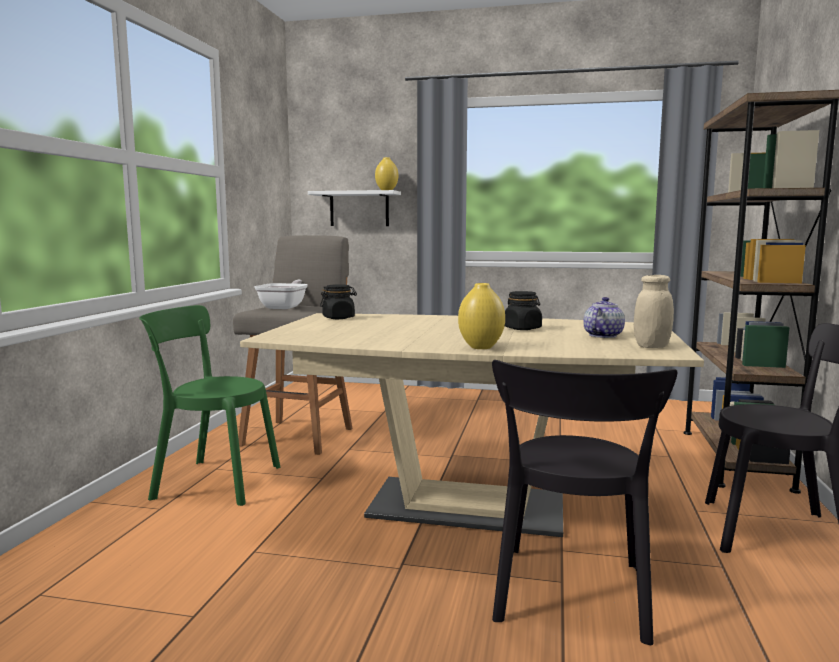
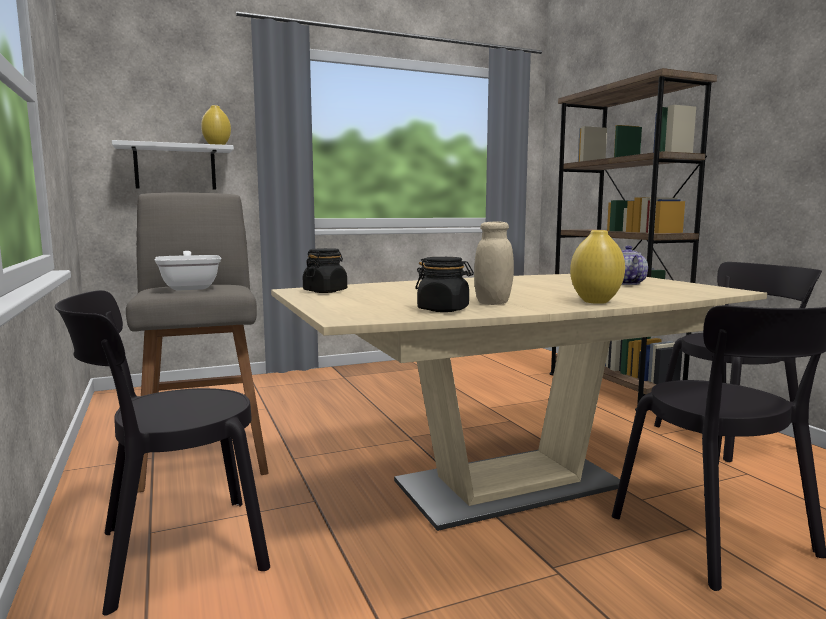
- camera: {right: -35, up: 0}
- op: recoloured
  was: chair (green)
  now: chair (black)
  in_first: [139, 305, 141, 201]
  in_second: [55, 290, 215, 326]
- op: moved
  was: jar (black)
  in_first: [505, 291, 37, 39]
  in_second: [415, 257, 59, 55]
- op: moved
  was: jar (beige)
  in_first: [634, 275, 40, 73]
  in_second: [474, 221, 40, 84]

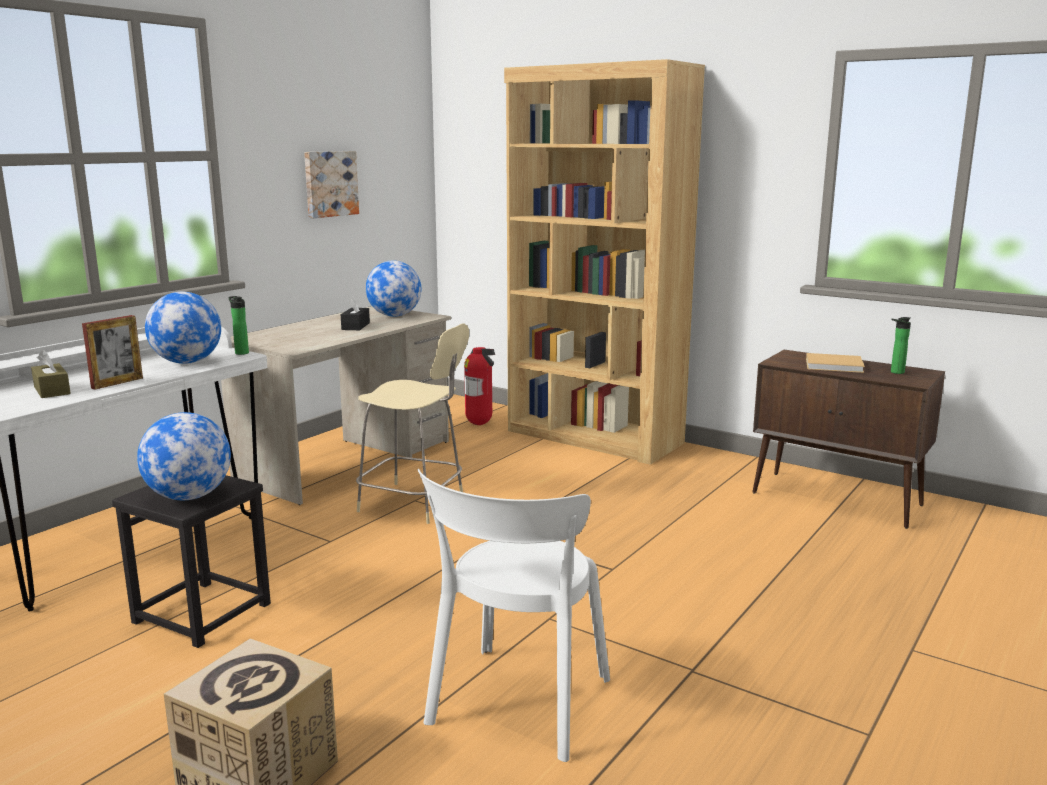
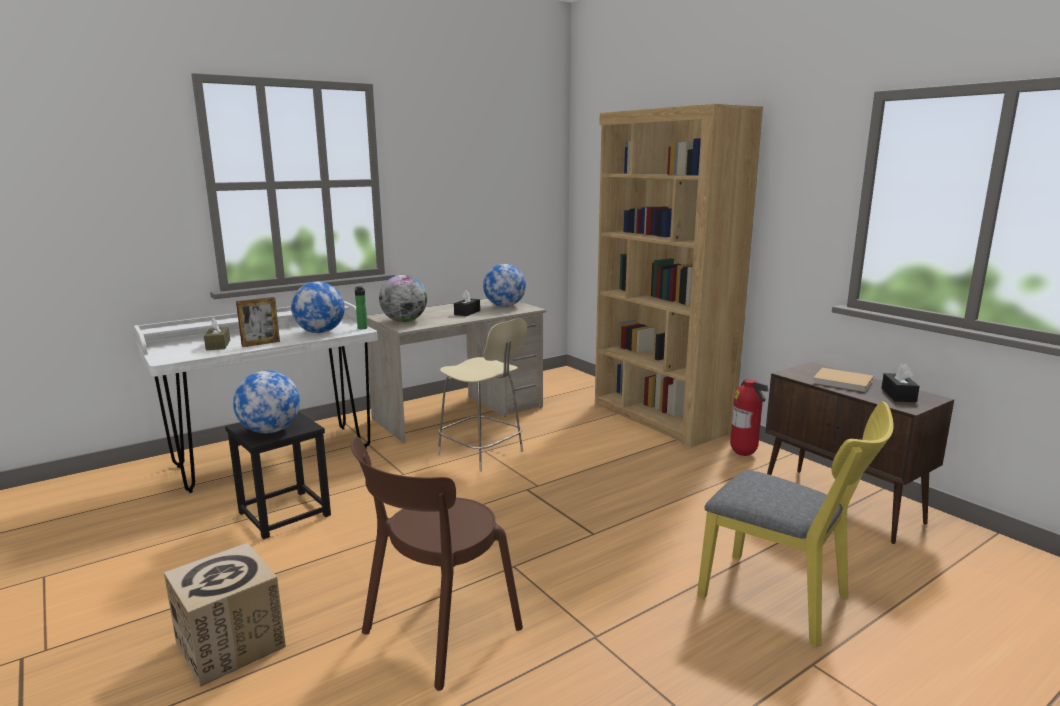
- camera: {right: 20, up: 0}
- op: recoloured
  was: chair (white)
  now: chair (brown)
  in_first: [417, 469, 193, 293]
  in_second: [351, 436, 172, 255]
- op: added
  now: globe
  in_second: [379, 275, 48, 47]
- op: added
  now: chair (yellow)
  in_second: [697, 401, 197, 247]
- op: moved
  was: fire extinguisher
  in_first: [464, 347, 31, 78]
  in_second: [730, 379, 38, 77]
- op: replaced
  was: bottle
  now: tissue box (black)
  in_first: [891, 317, 20, 57]
  in_second: [881, 364, 39, 38]
- op: removed
  was: picture
  in_first: [304, 151, 55, 67]

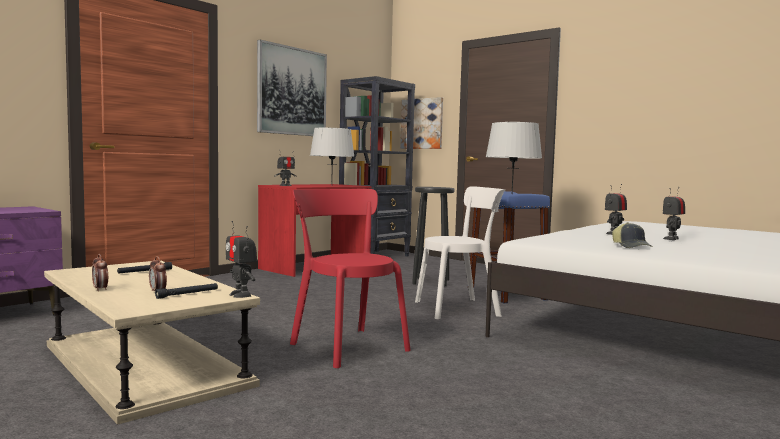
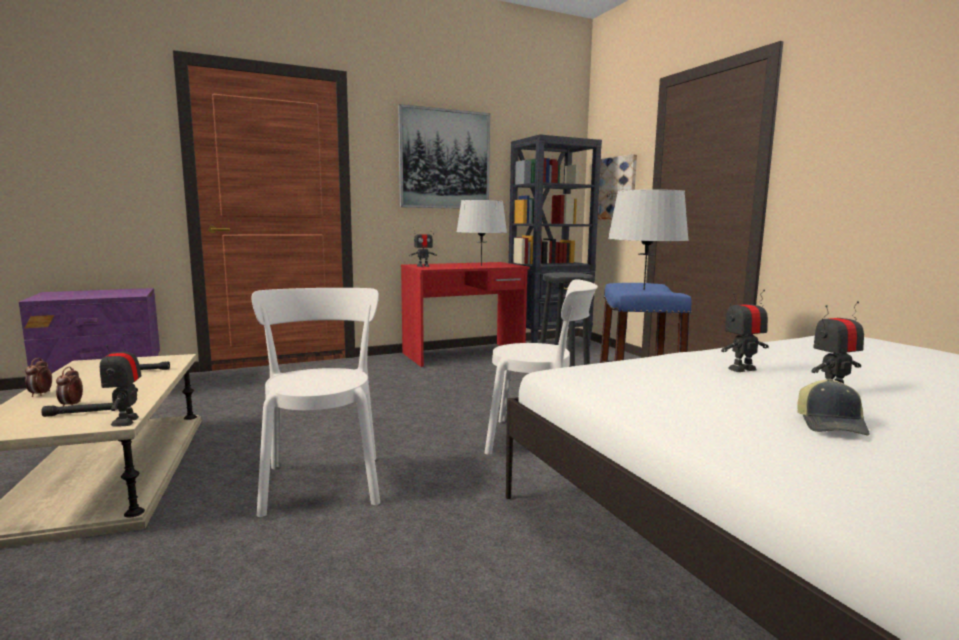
- camera: {right: 25, up: 5}
- op: recoloured
  was: chair (red)
  now: chair (white)
  in_first: [290, 189, 121, 179]
  in_second: [251, 288, 129, 229]
- op: moved
  was: cap
  in_first: [612, 222, 41, 26]
  in_second: [797, 379, 73, 56]

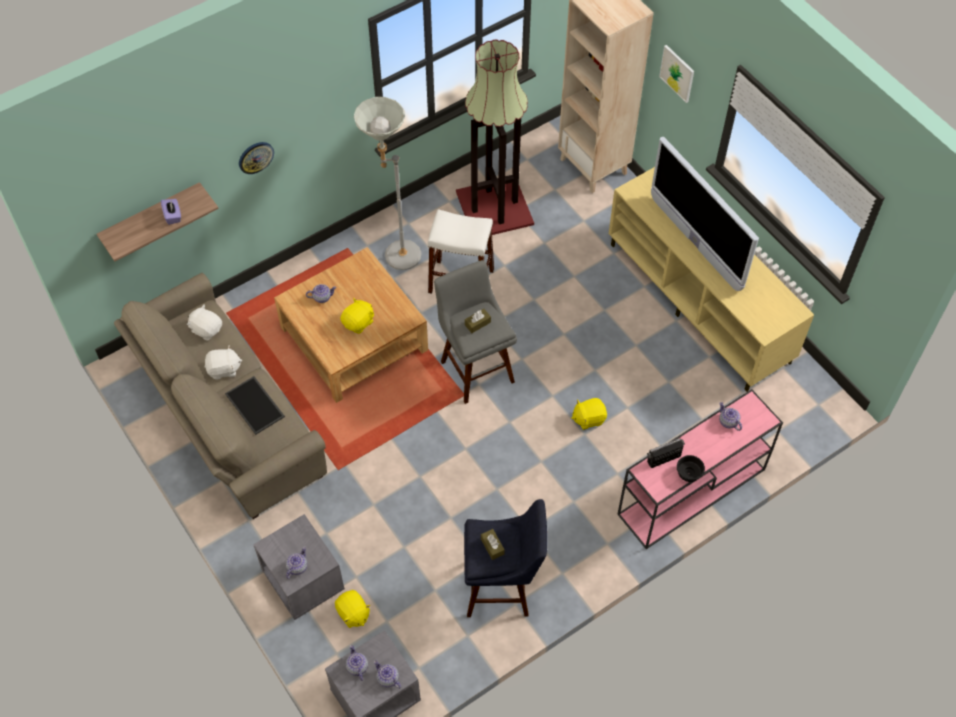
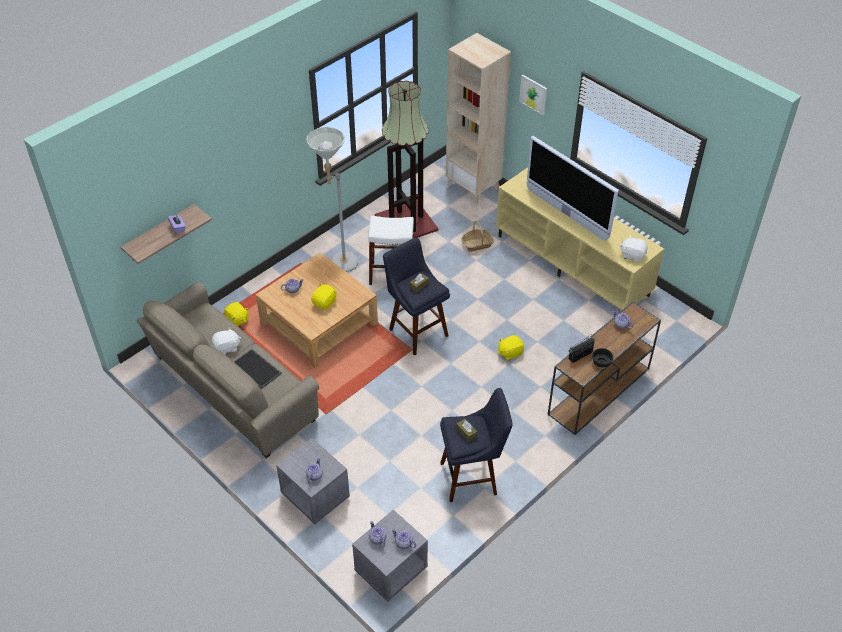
- camera: {right: -10, up: -10}
- op: moved
  was: plush toy (yellow)
  in_first: [335, 590, 35, 38]
  in_second: [224, 302, 25, 24]
- op: recoloured
  was: stool (grey)
  now: stool (blue)
  in_first: [434, 260, 83, 144]
  in_second: [383, 238, 67, 118]
- op: added
  now: basket
  in_second: [461, 221, 33, 31]
- op: recoloured
  was: console table (pink)
  now: console table (brown)
  in_first: [617, 389, 166, 160]
  in_second: [548, 302, 113, 133]
- op: moved
  was: plush toy (white)
  in_first: [187, 304, 35, 37]
  in_second: [619, 235, 28, 27]
- op: removed
  was: wall clock
  in_first: [239, 142, 35, 32]

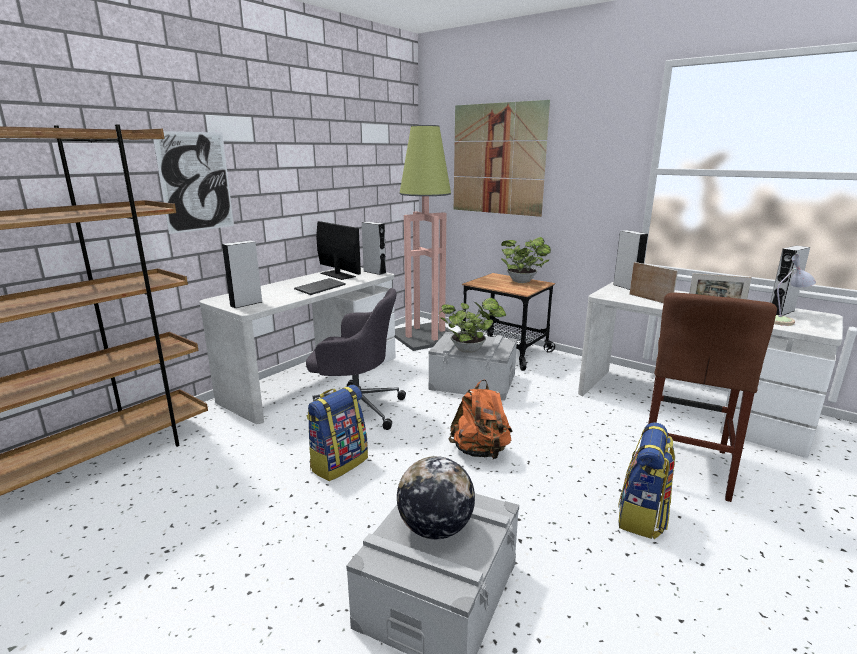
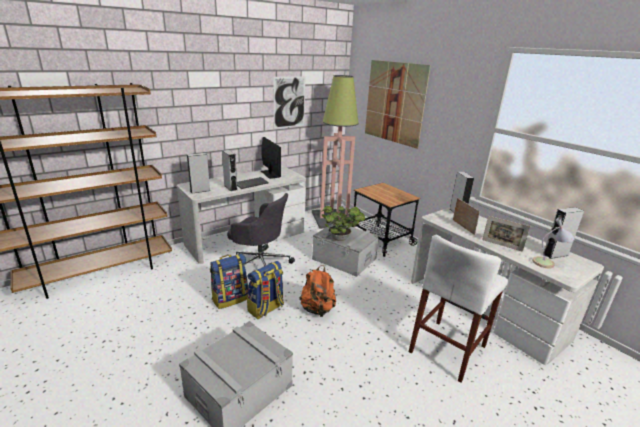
- camera: {right: 15, up: 5}
- op: moved
  was: speaker (grey)
  in_first: [362, 222, 24, 53]
  in_second: [222, 150, 15, 41]
- op: moved
  was: backpack
  in_first: [618, 422, 57, 117]
  in_second: [247, 261, 37, 58]
- op: moved
  was: picture
  in_first: [153, 131, 81, 103]
  in_second: [273, 76, 33, 52]
- op: recoloured
  was: stool (brown)
  now: stool (white)
  in_first: [648, 293, 129, 209]
  in_second: [409, 235, 99, 148]
- op: removed
  was: globe
  in_first: [397, 456, 78, 83]
- op: removed
  was: potted plant
  in_first: [501, 237, 50, 46]

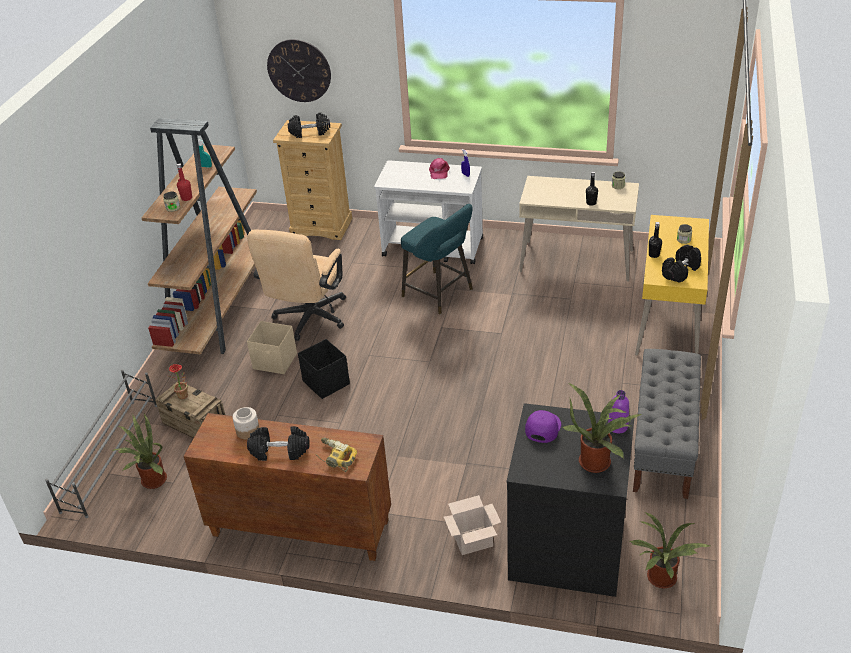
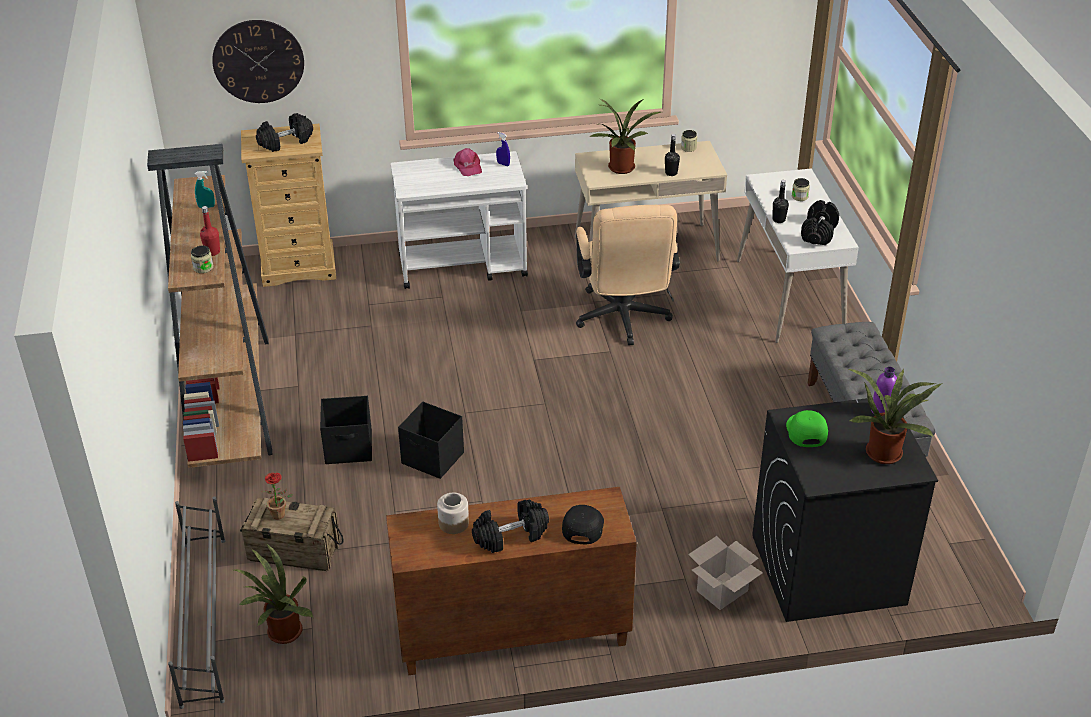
- camera: {right: -25, up: 0}
- op: recoloured
  was: storage box (beige)
  now: storage box (black)
  in_first: [247, 321, 50, 53]
  in_second: [320, 396, 52, 68]
- op: replaced
  was: power drill
  now: cap (black)
  in_first: [315, 437, 42, 35]
  in_second: [562, 505, 42, 39]
- op: moved
  was: office chair (beige)
  in_first: [247, 229, 99, 112]
  in_second: [576, 205, 104, 140]
- op: moved
  was: potted plant
  in_first: [629, 512, 83, 76]
  in_second: [589, 99, 72, 75]
- op: recoloured
  was: desk (yellow)
  now: desk (white)
  in_first: [635, 215, 74, 141]
  in_second: [737, 168, 122, 175]
- op: recoloured
  was: cap (purple)
  now: cap (green)
  in_first: [525, 410, 36, 33]
  in_second: [786, 410, 42, 37]
- op: removed
  was: stool (turquoise)
  in_first: [401, 204, 72, 111]

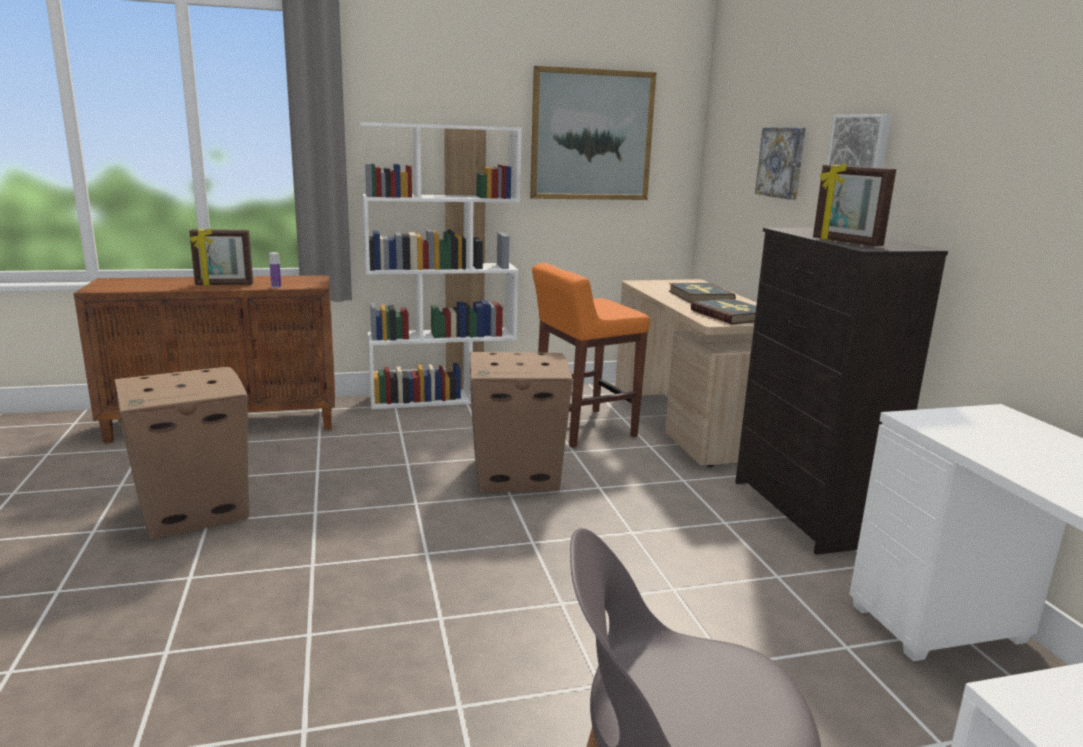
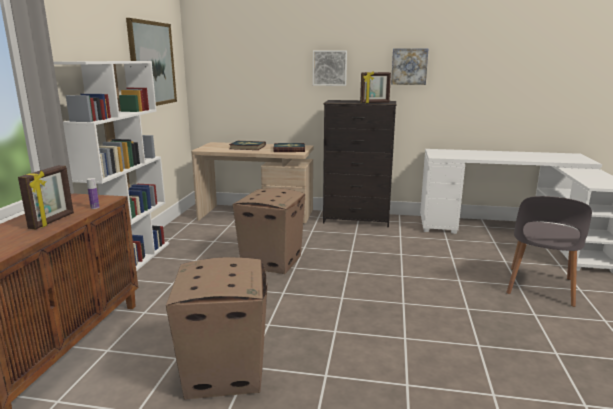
- camera: {right: -65, up: 0}
- op: moved
  was: picture
  in_first: [755, 128, 51, 72]
  in_second: [391, 48, 37, 37]
- op: removed
  was: stool (orange)
  in_first: [532, 263, 118, 185]

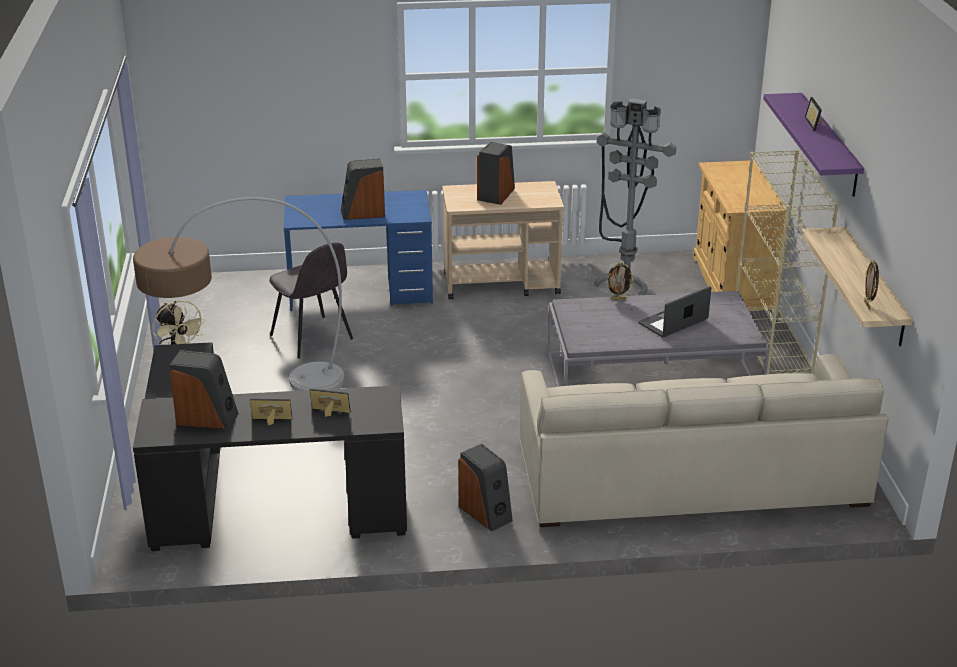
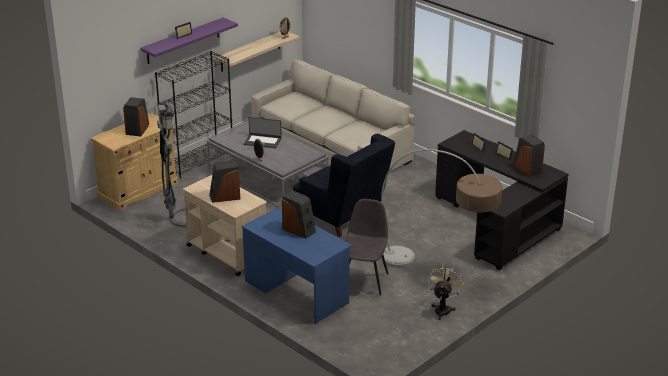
- camera: {right: -130, up: 0}
- op: moved
  was: speaker
  in_first: [458, 444, 55, 87]
  in_second: [123, 97, 26, 40]
- op: recoloured
  was: bookcase (beige)
  now: bookcase (black)
  in_first: [736, 150, 103, 225]
  in_second: [155, 51, 77, 128]
- op: added
  now: armchair (blue)
  in_second: [293, 134, 102, 103]

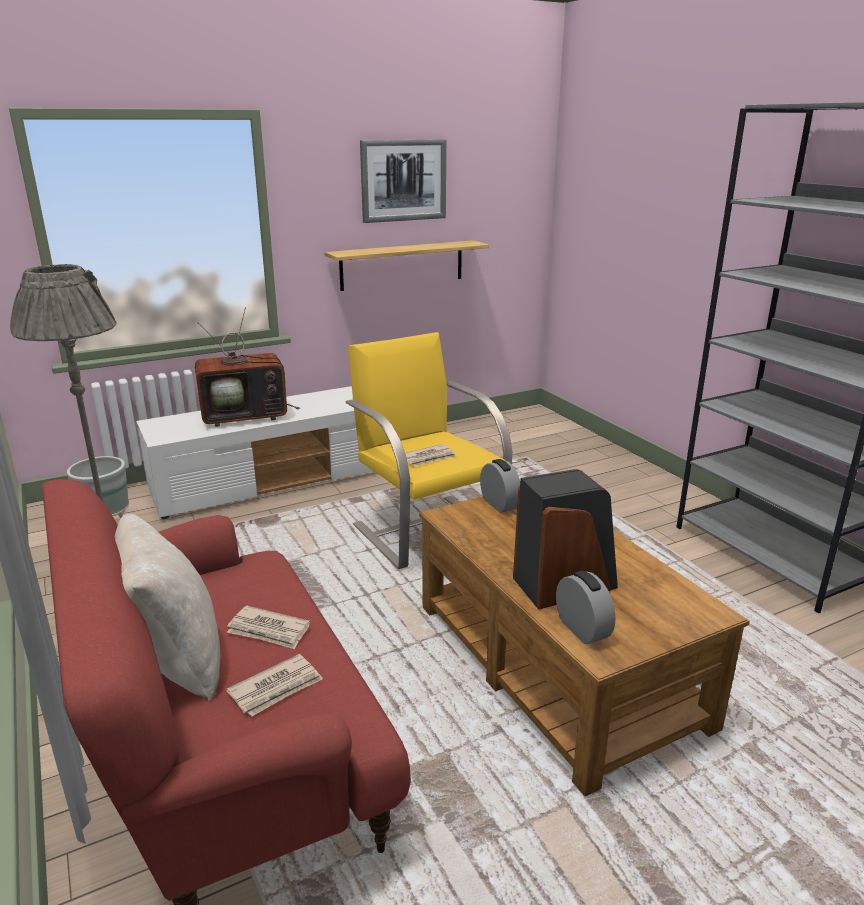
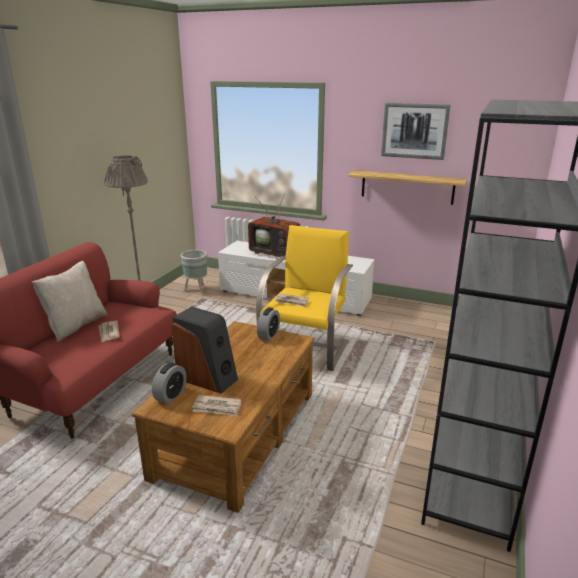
- camera: {right: 50, up: 0}
- op: moved
  was: newspaper
  in_first: [226, 654, 97, 63]
  in_second: [192, 395, 49, 21]

